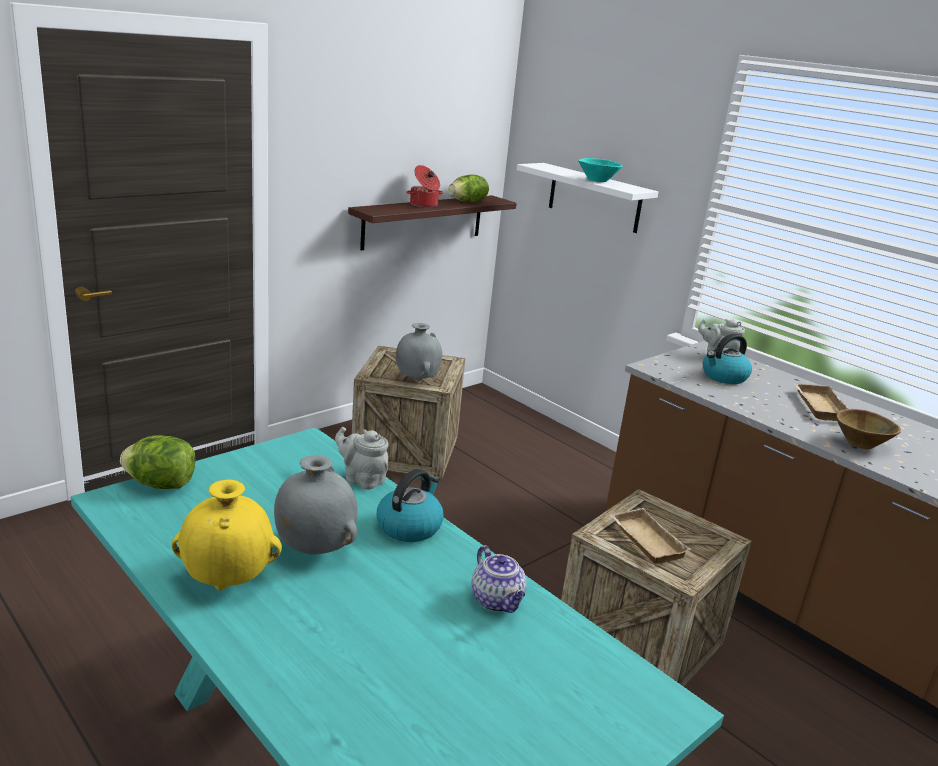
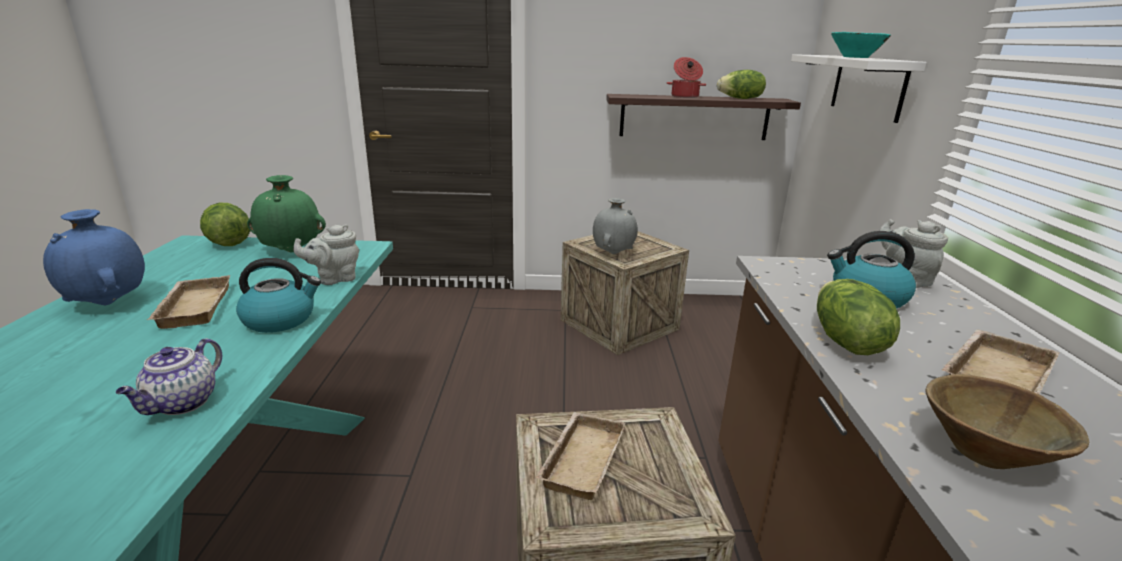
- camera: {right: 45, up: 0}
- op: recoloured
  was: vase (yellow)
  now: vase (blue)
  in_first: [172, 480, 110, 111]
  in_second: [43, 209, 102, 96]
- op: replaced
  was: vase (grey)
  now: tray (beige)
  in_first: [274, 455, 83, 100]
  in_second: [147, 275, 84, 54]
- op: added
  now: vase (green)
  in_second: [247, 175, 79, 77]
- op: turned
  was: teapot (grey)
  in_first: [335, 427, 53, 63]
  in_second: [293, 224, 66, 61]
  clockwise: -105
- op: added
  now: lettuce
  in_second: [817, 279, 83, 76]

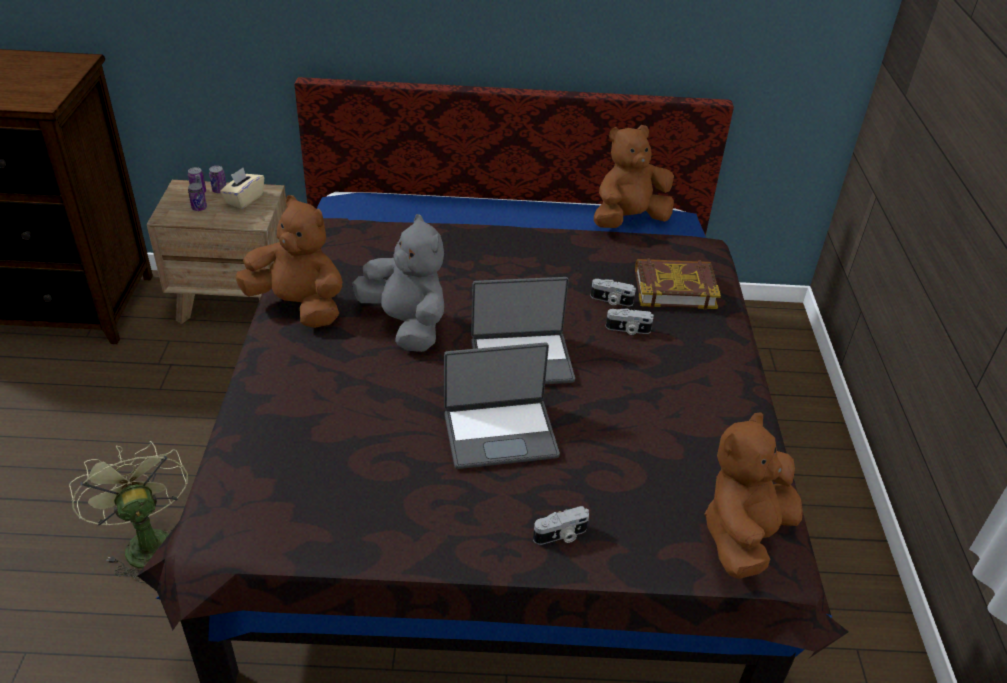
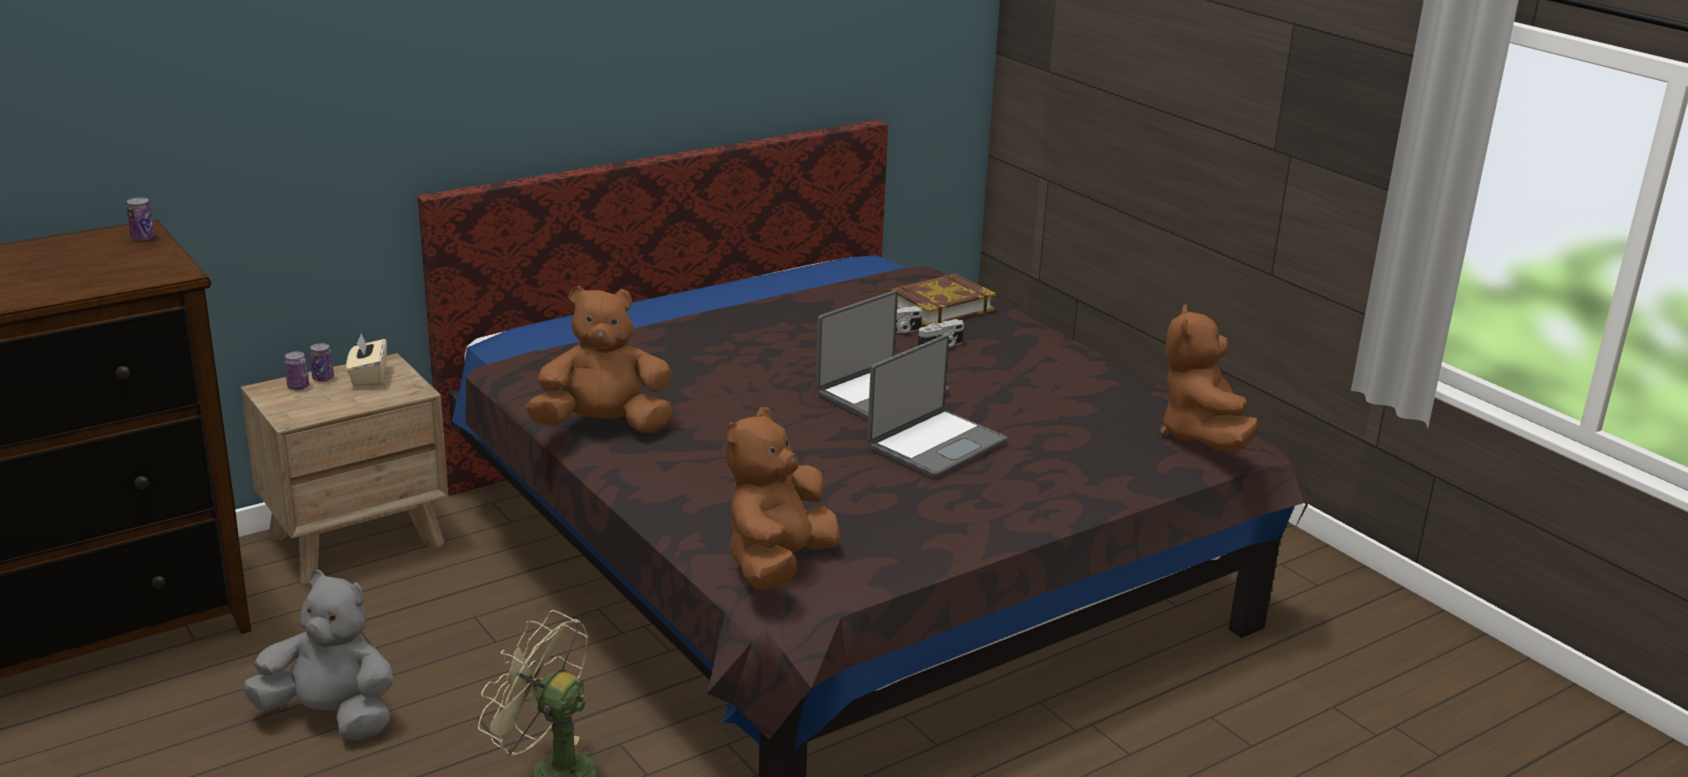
- camera: {right: -35, up: -15}
- op: moved
  was: can
  in_first: [188, 183, 19, 28]
  in_second: [126, 197, 30, 44]
- op: moved
  was: plush toy (grey)
  in_first: [352, 214, 92, 138]
  in_second: [242, 570, 151, 170]
- op: moved
  was: plush toy (brown)
  in_first: [594, 125, 80, 103]
  in_second: [725, 407, 115, 183]
- op: removed
  was: photo camera
  in_first: [533, 506, 56, 39]

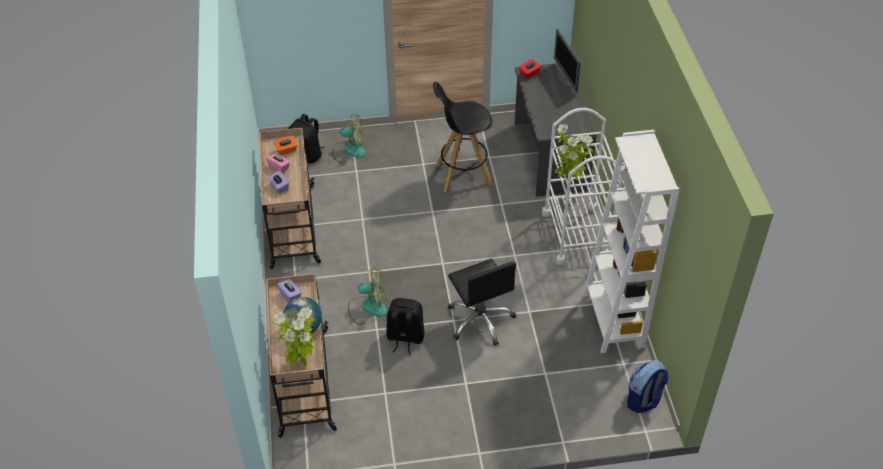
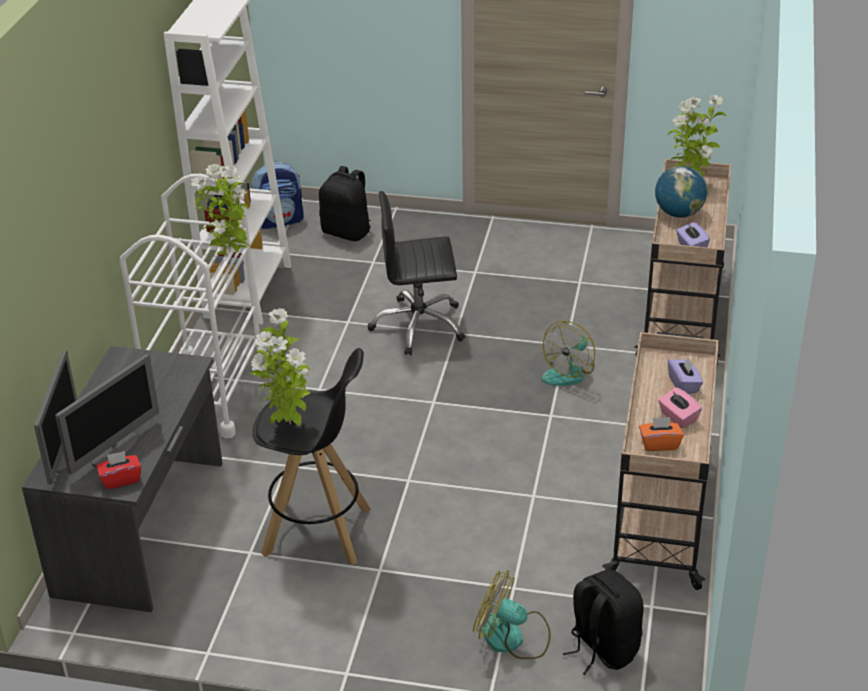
- camera: {right: -160, up: -10}
- op: added
  now: monitor
  in_second: [55, 354, 104, 121]
- op: added
  now: potted plant
  in_second: [251, 308, 59, 118]
- op: moved
  was: backpack (black)
  in_first: [386, 298, 38, 57]
  in_second: [319, 166, 52, 75]
- op: turned
  was: office chair (black)
  in_first: [448, 258, 68, 88]
  in_second: [368, 191, 97, 164]
  clockwise: -90
- op: turned
  was: fan
  in_first: [348, 268, 39, 57]
  in_second: [542, 321, 53, 65]
  clockwise: -75

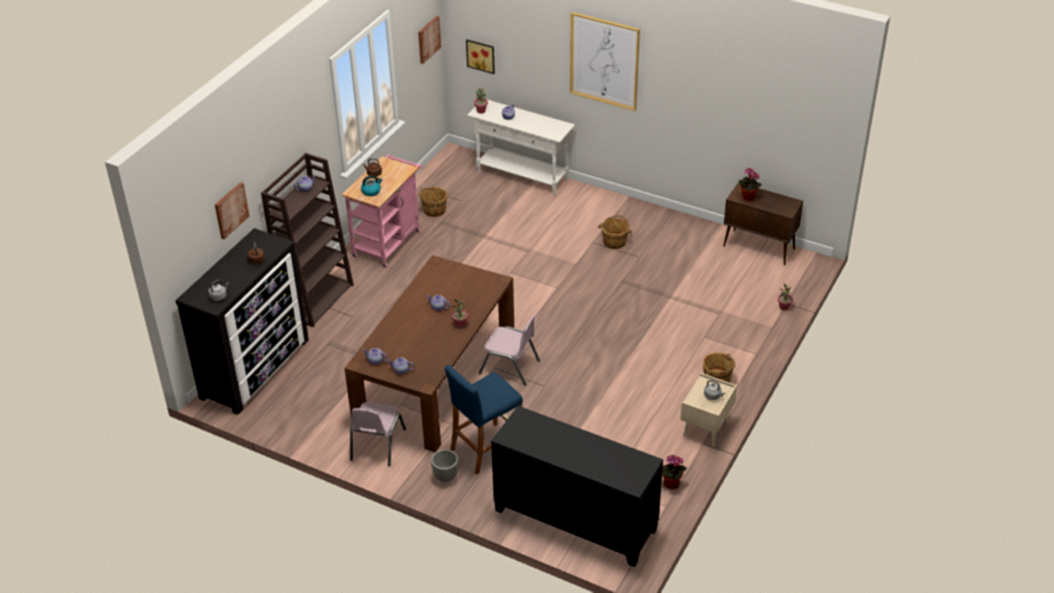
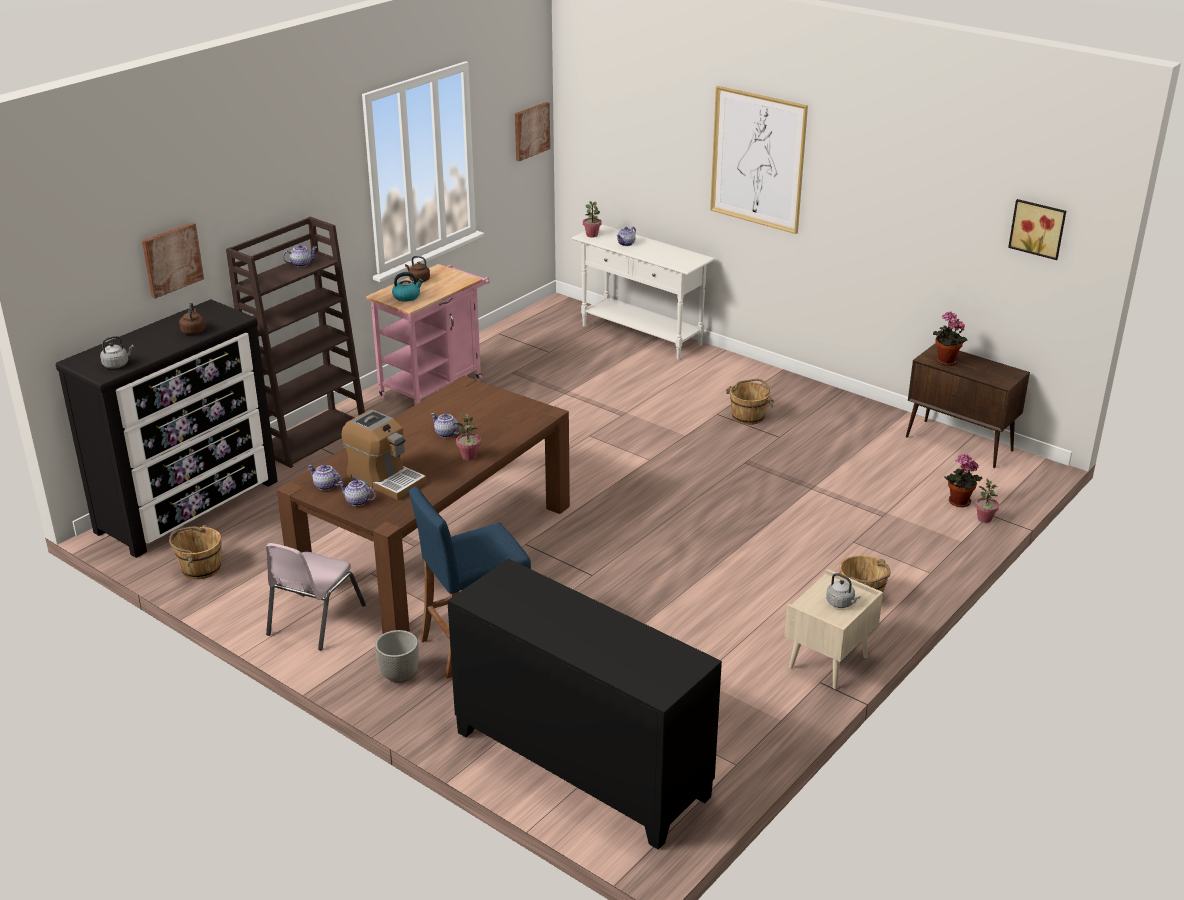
- camera: {right: 10, up: -10}
- op: moved
  was: bucket (brown)
  in_first: [419, 186, 28, 31]
  in_second: [169, 525, 53, 54]
- op: added
  now: coffee machine
  in_second: [342, 410, 84, 90]
- op: moved
  was: potted plant
  in_first: [662, 455, 25, 35]
  in_second: [944, 454, 38, 53]
- op: moved
  was: picture
  in_first: [466, 40, 29, 34]
  in_second: [1008, 199, 58, 61]
- op: removed
  was: chair (pink)
  in_first: [479, 315, 61, 71]

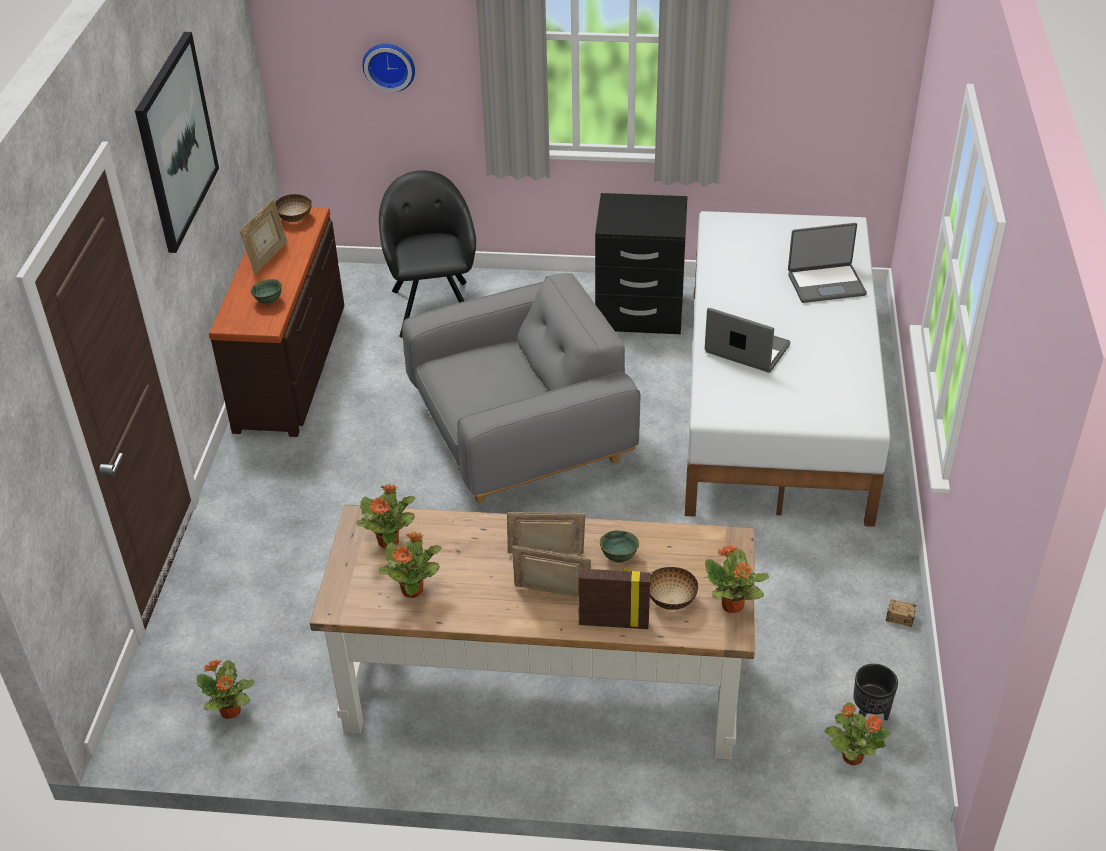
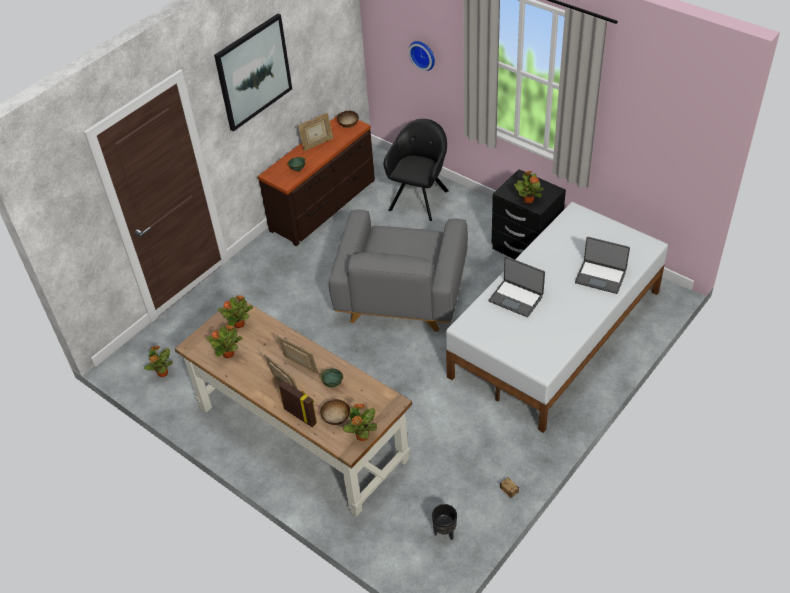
- camera: {right: 35, up: 5}
- op: turned
  was: armchair (grey)
  in_first: [402, 273, 238, 230]
  in_second: [329, 210, 139, 122]
  clockwise: 90
- op: turned
  was: laptop
  in_first: [705, 308, 85, 65]
  in_second: [489, 256, 56, 61]
  clockwise: 150
- op: moved
  was: potted plant
  in_first: [825, 702, 66, 63]
  in_second: [514, 171, 29, 33]

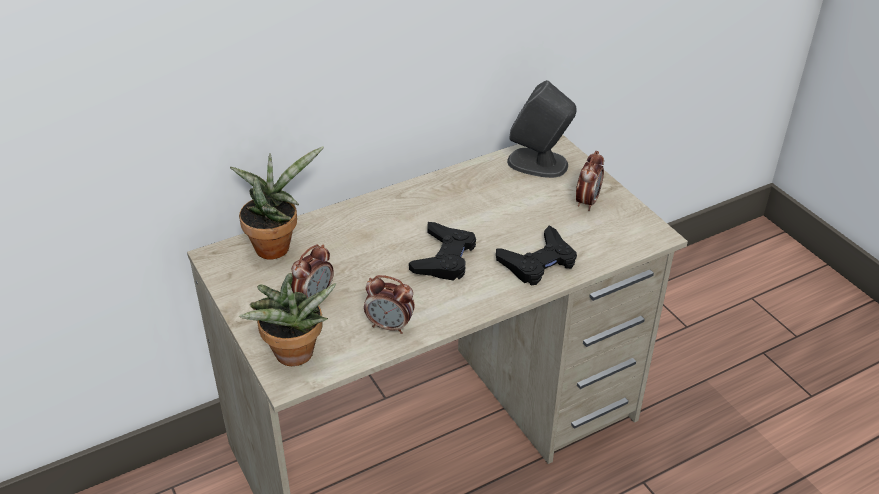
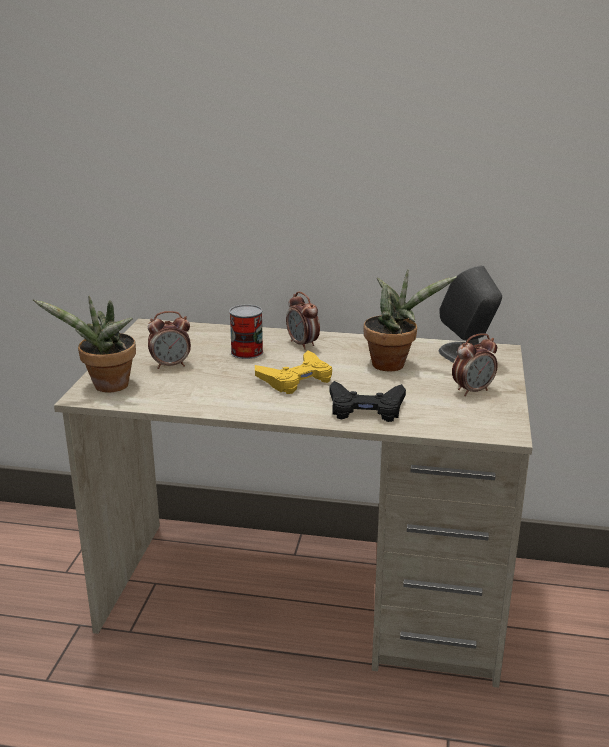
- camera: {right: 40, up: -15}
- op: added
  now: can
  in_second: [229, 305, 34, 54]
- op: recoloured
  was: game controller (black)
  now: game controller (yellow)
  in_first: [409, 222, 67, 59]
  in_second: [255, 350, 77, 44]
- op: moved
  was: alarm clock
  in_first: [364, 275, 51, 59]
  in_second: [286, 291, 34, 59]
- op: moved
  was: potted plant
  in_first: [230, 146, 94, 114]
  in_second: [363, 269, 94, 102]

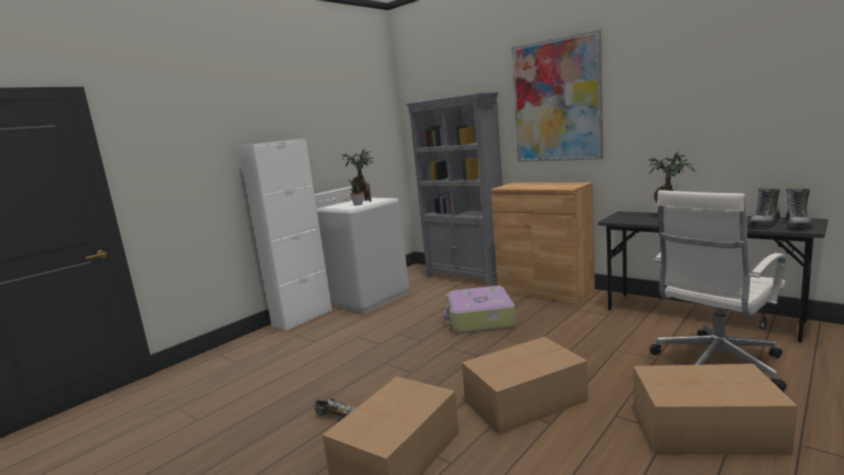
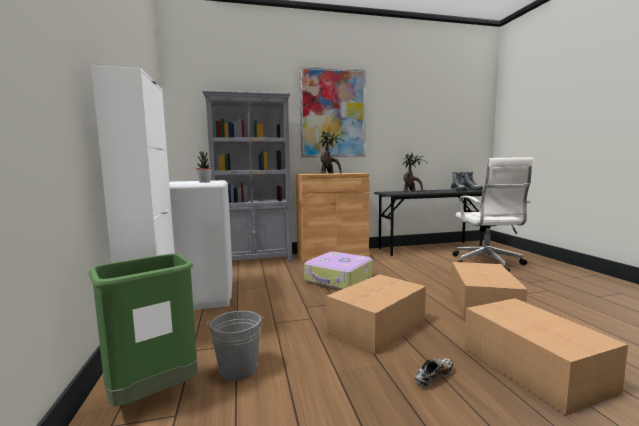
- camera: {right: -55, up: -5}
- op: added
  now: trash can (green)
  in_second: [89, 254, 109, 153]
- op: added
  now: bucket (grey)
  in_second: [206, 311, 59, 70]
- op: moved
  was: potted plant
  in_first: [341, 148, 33, 54]
  in_second: [319, 130, 26, 44]
- op: moved
  was: cardboard box
  in_first: [633, 364, 164, 91]
  in_second: [326, 274, 100, 80]

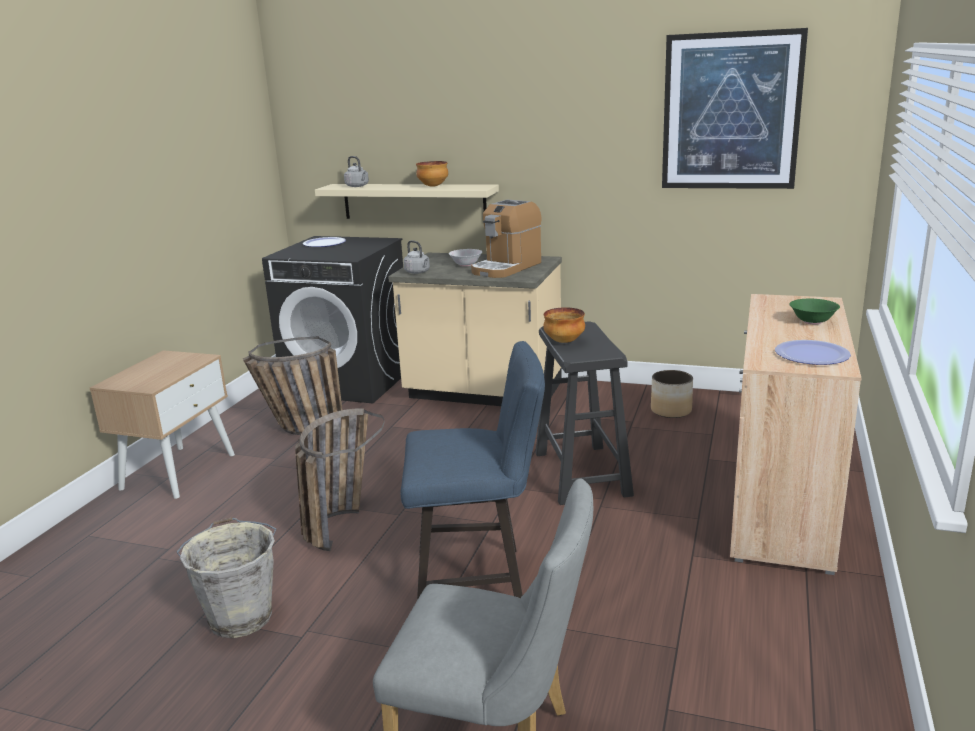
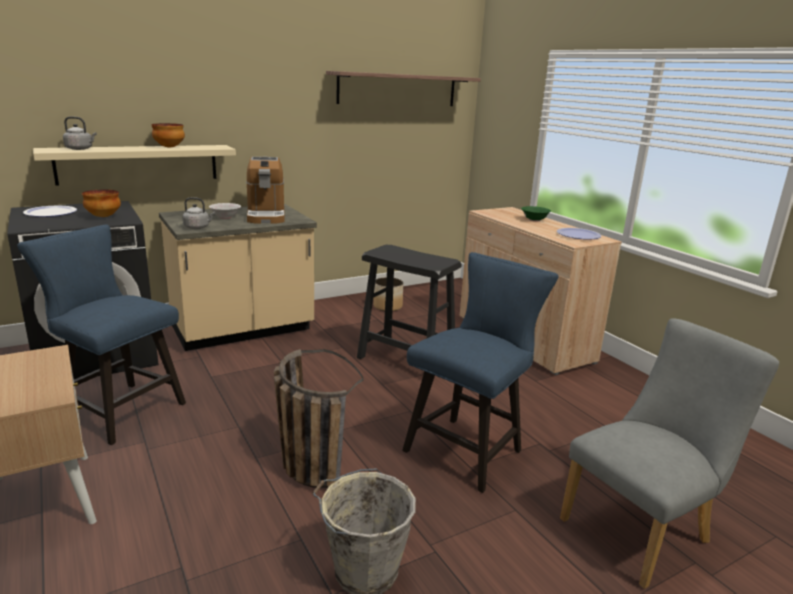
- camera: {right: -50, up: 0}
- op: replaced
  was: basket
  now: chair (blue)
  in_first: [243, 337, 99, 98]
  in_second: [17, 225, 169, 220]
- op: moved
  was: bowl
  in_first: [543, 307, 42, 36]
  in_second: [82, 189, 39, 28]
- op: replaced
  was: picture
  now: shelf
  in_first: [662, 28, 146, 161]
  in_second: [326, 71, 155, 35]

